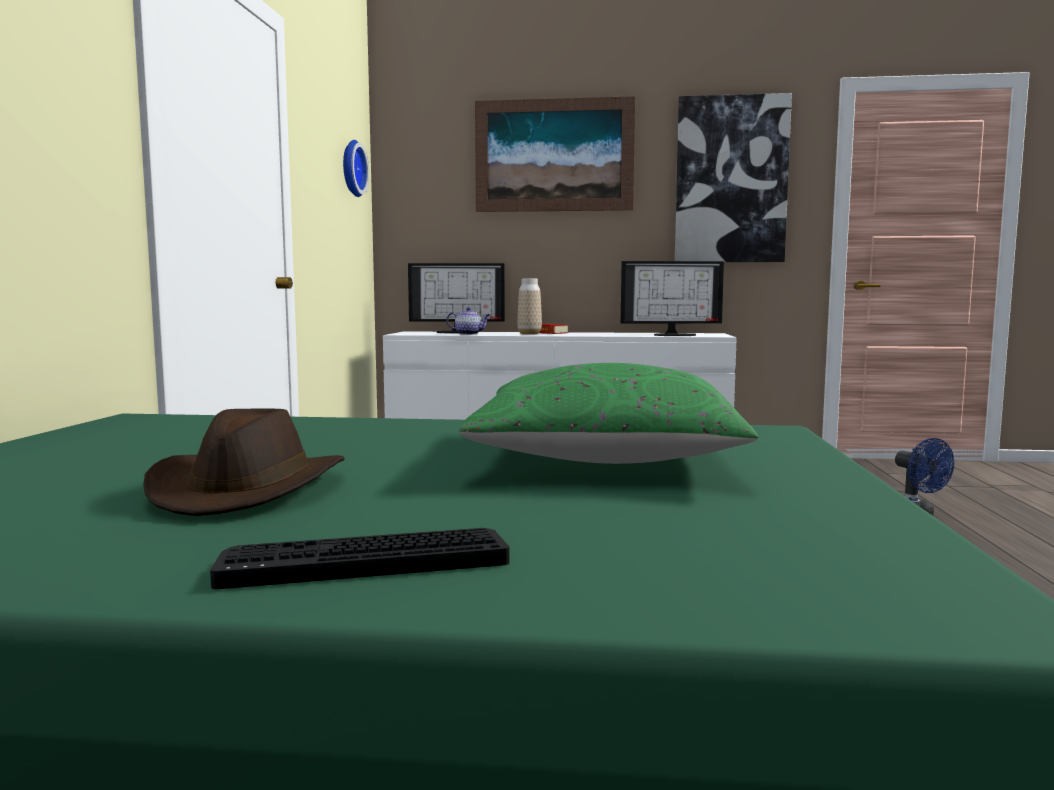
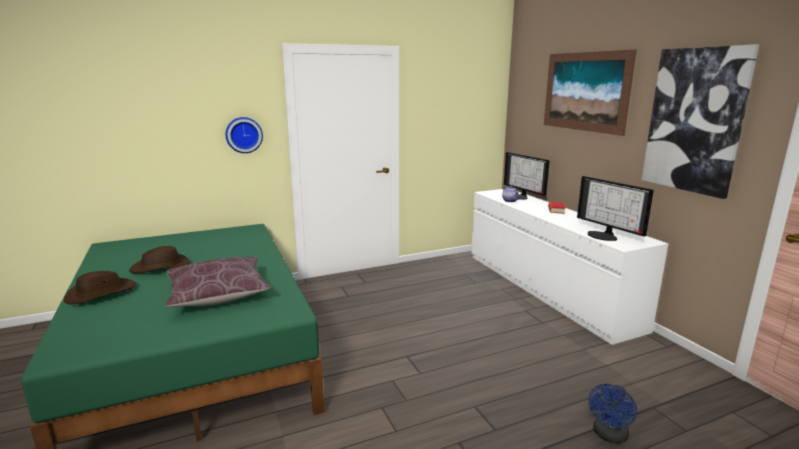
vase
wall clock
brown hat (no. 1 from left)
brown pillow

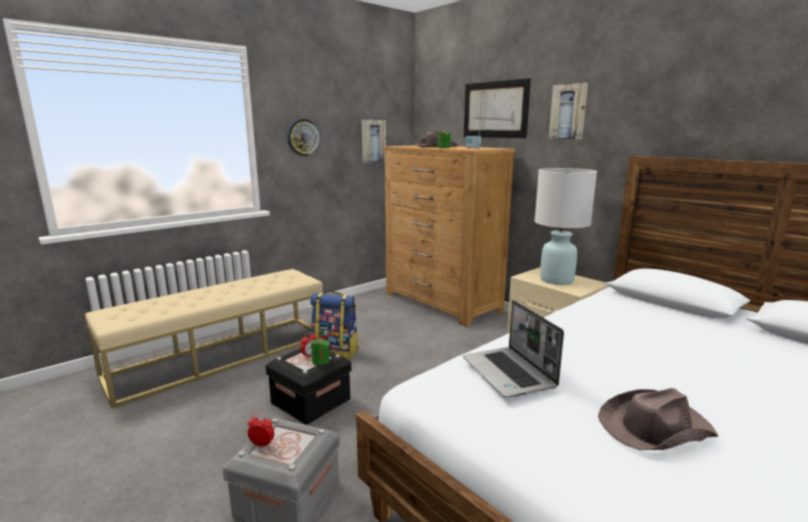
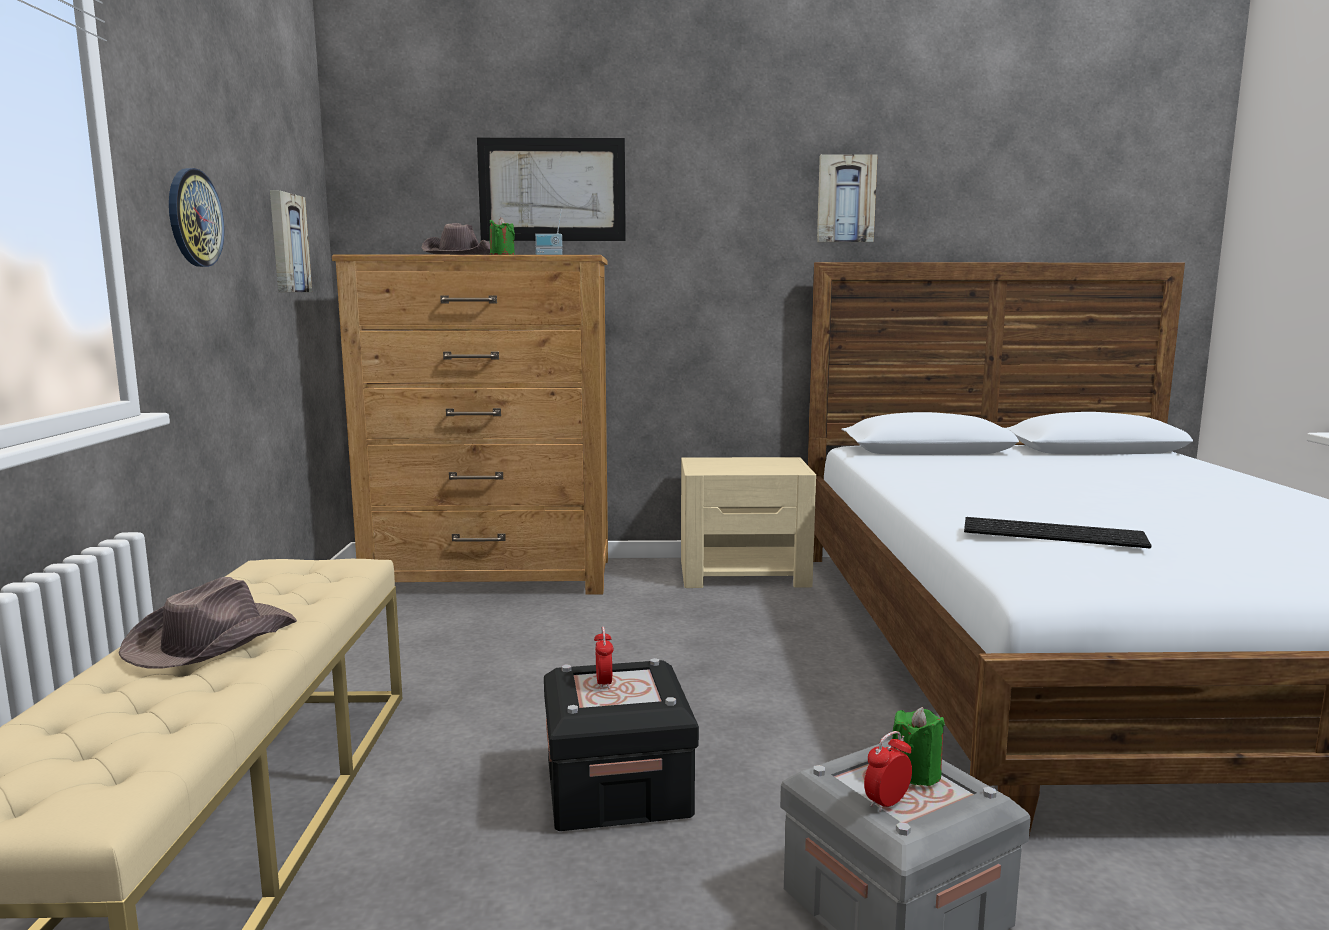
backpack
white table lamp
green candle (no. 2 from left)
picture (no. 3 from left)
brown hat (no. 1 from left)
keyboard

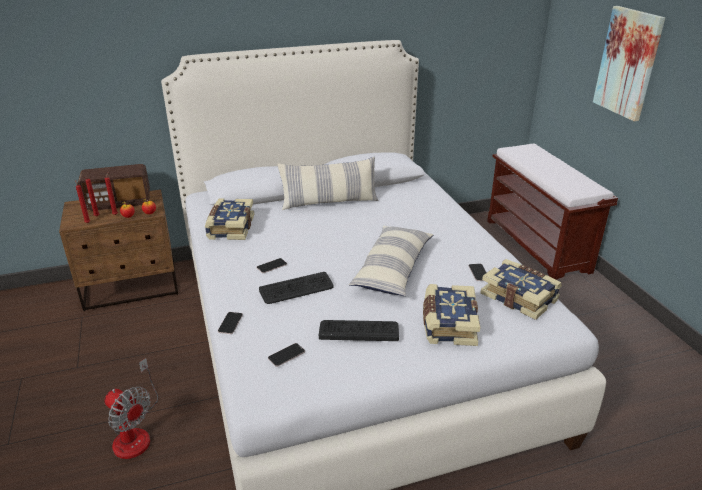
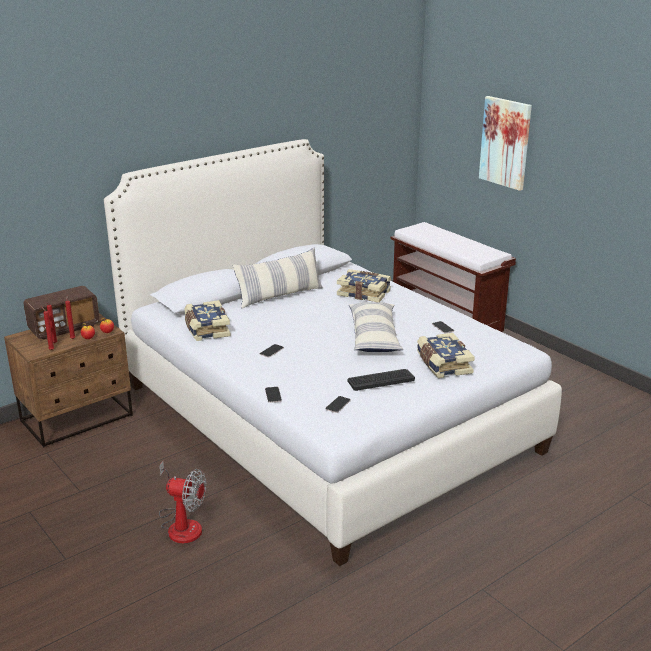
keyboard (no. 1 from left in the first image)
book (no. 2 from left)

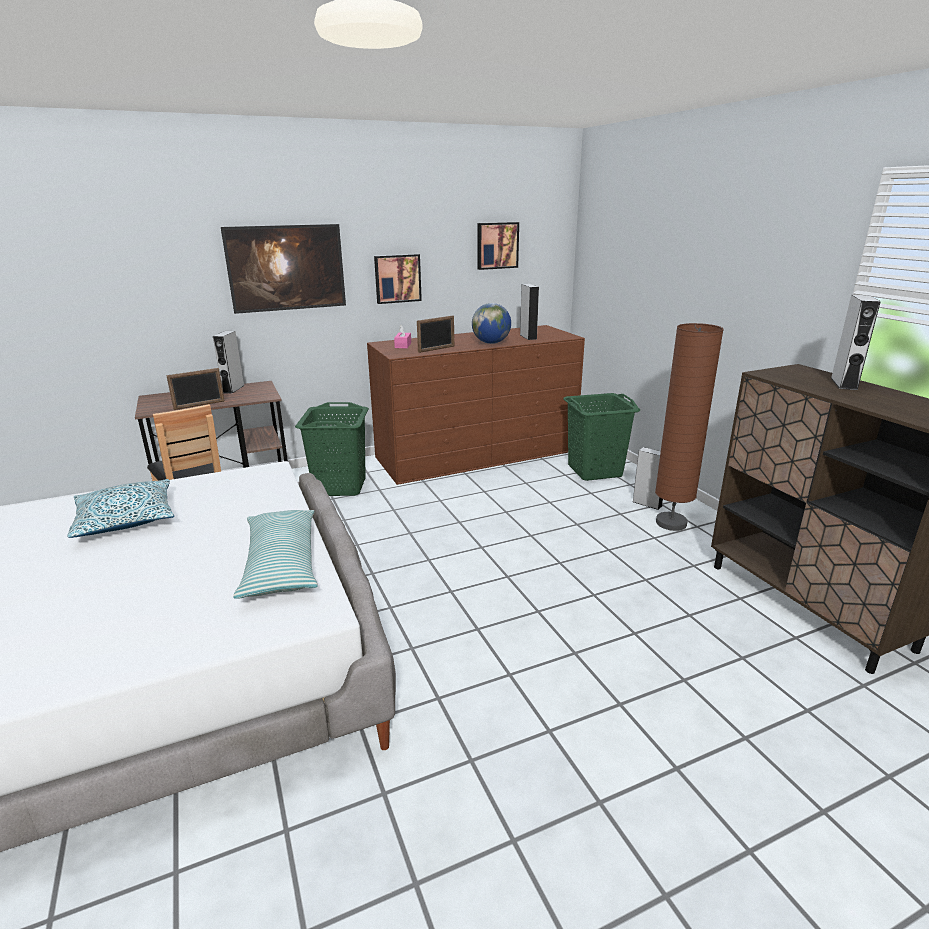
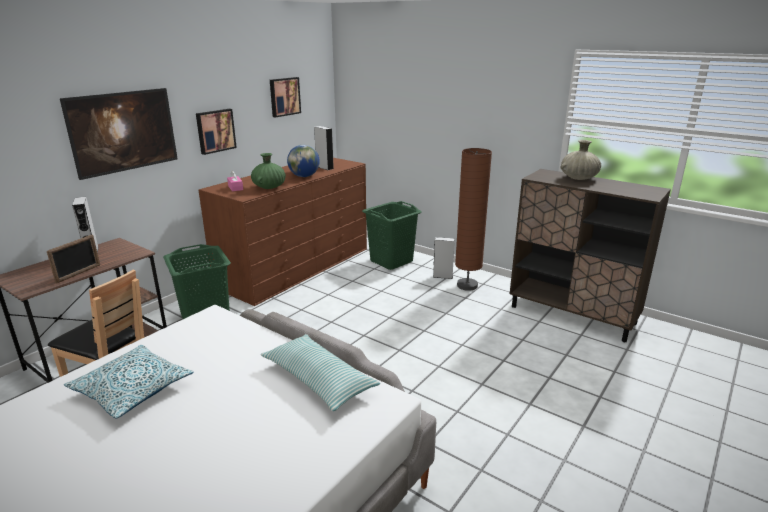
green vase
beige vase

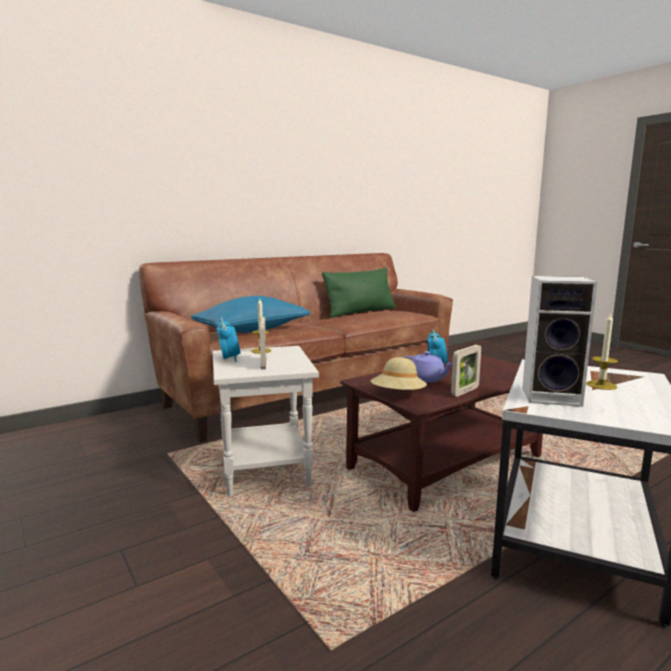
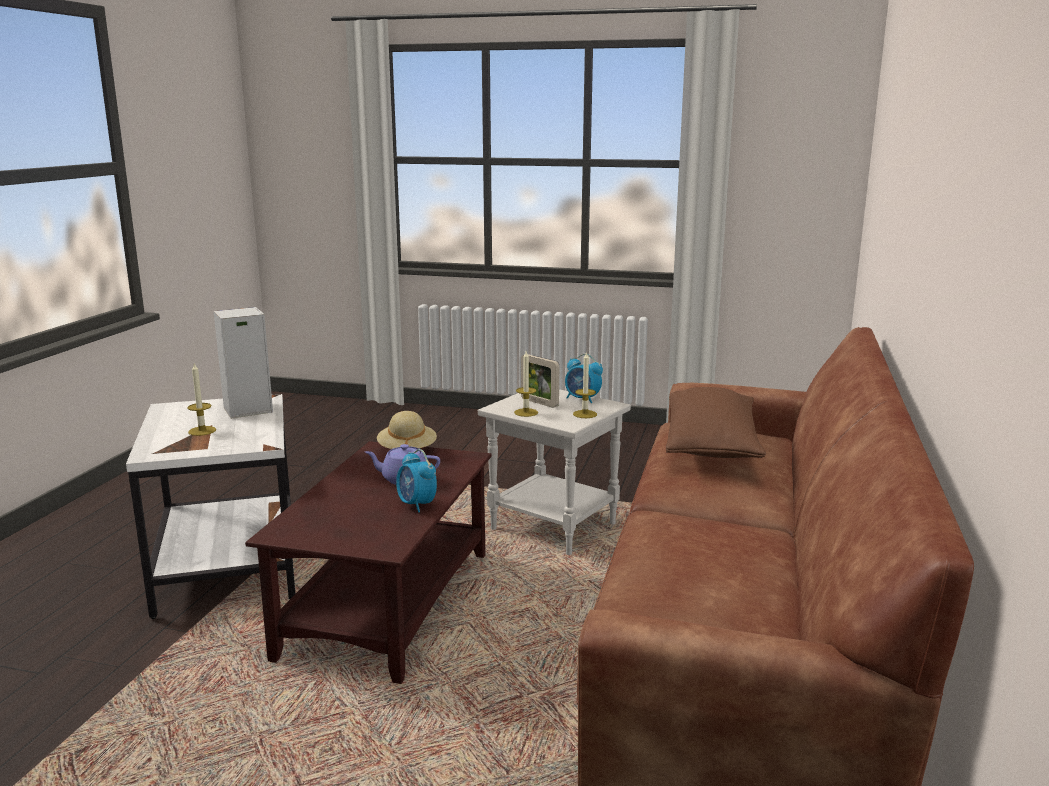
green pillow
picture frame (no. 2 from left in the first image)
candle (no. 2 from left)
brown pillow

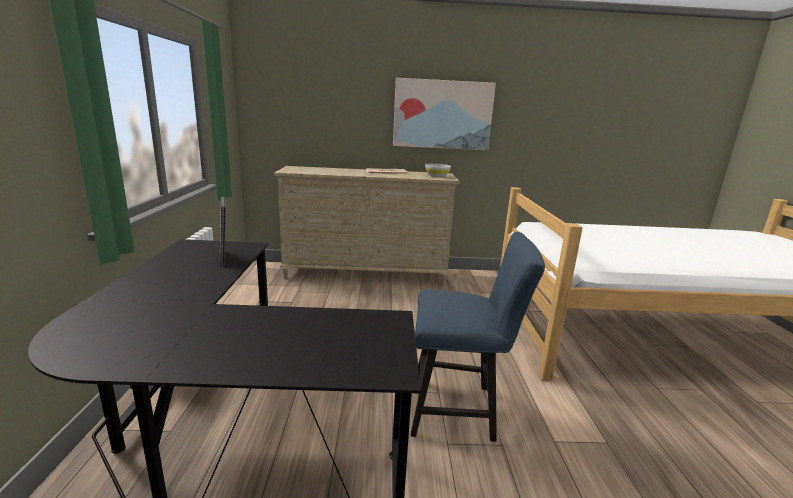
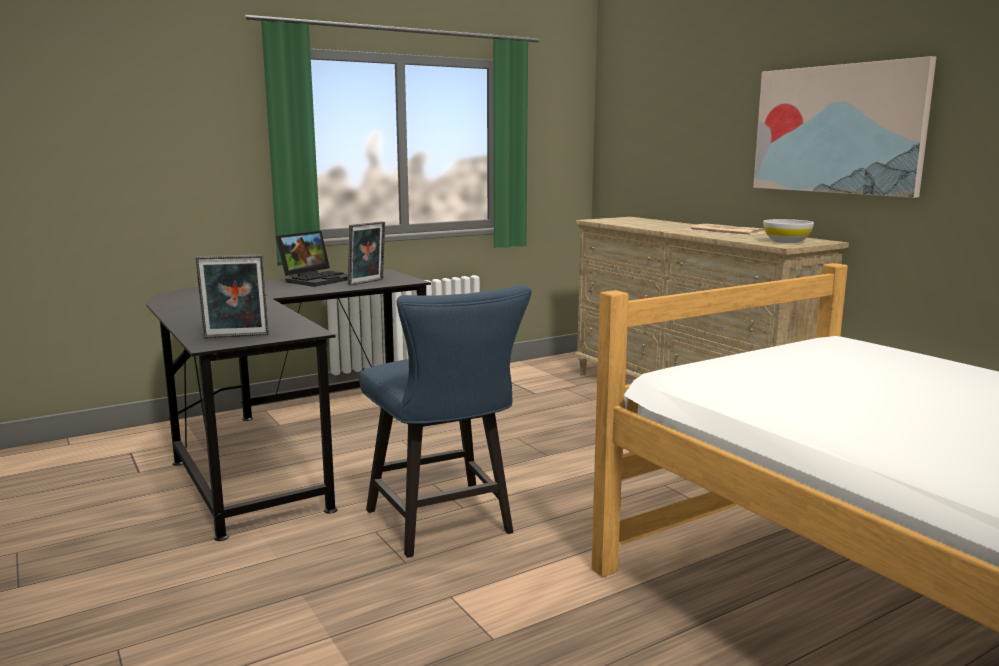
picture frame (no. 1 from left)
laptop

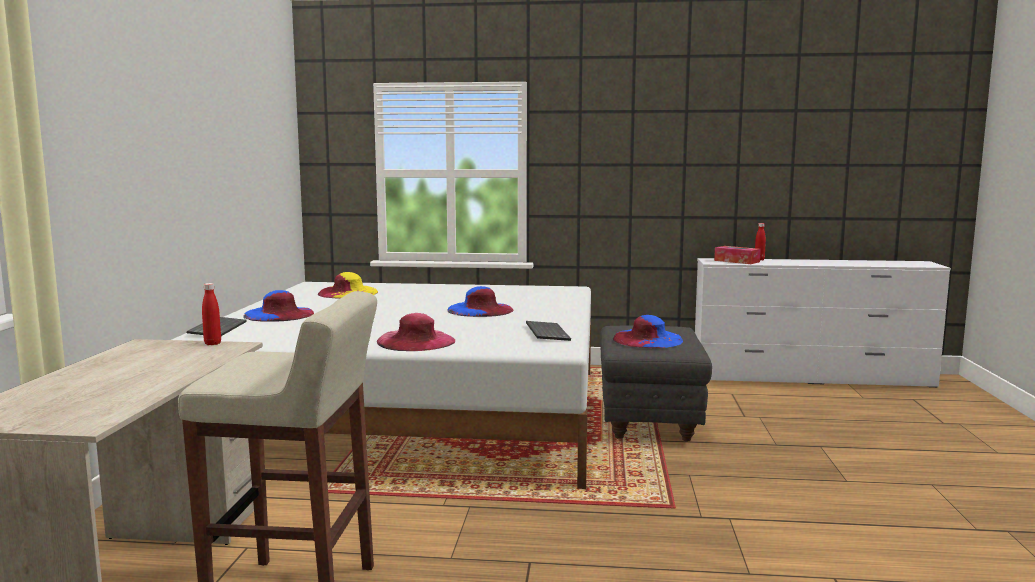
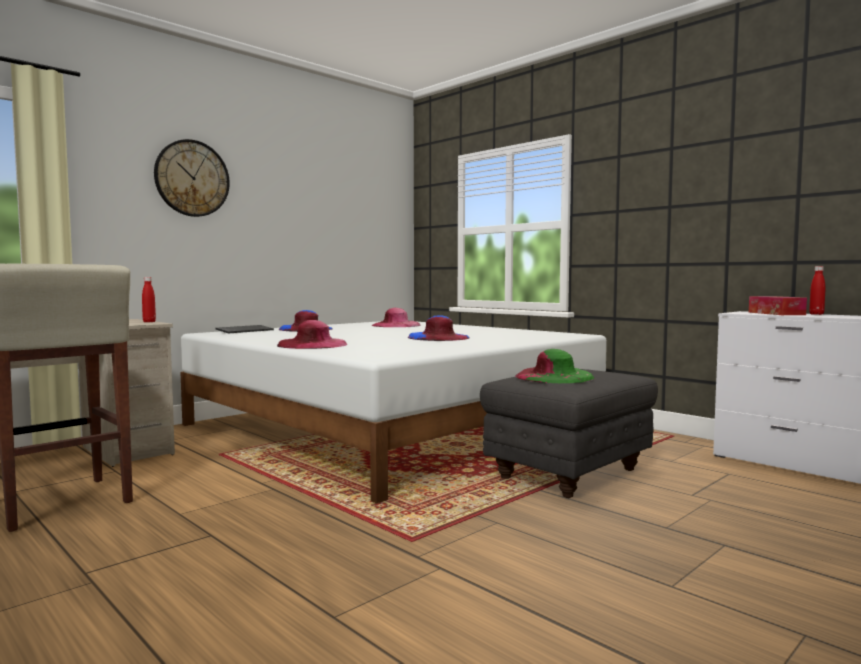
keyboard (no. 2 from left in the first image)
wall clock
pink hat (no. 2 from left)
green hat

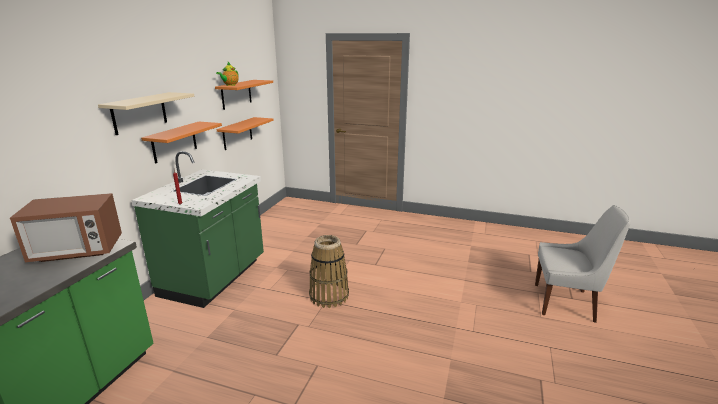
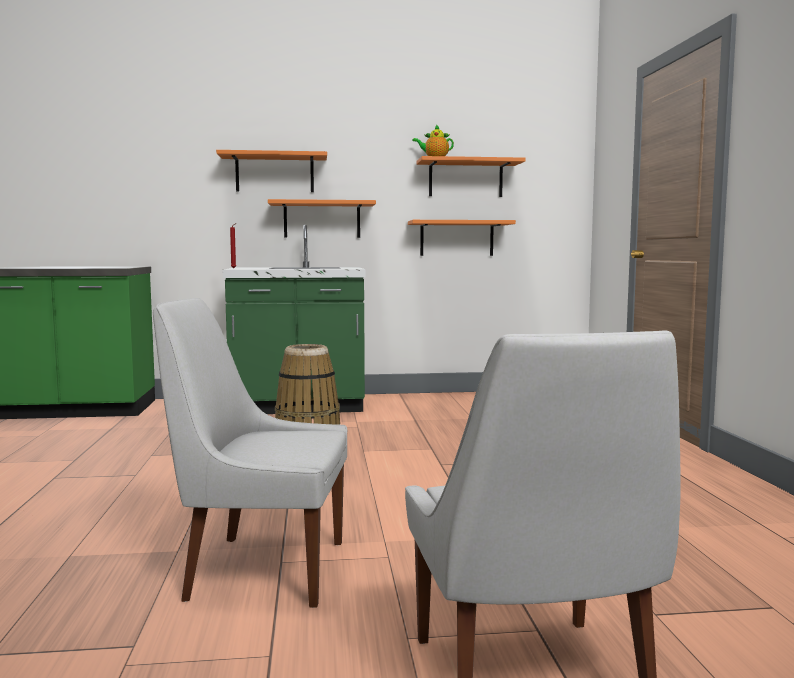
microwave
white chair (no. 1 from left)
orange shelf (no. 1 from left)

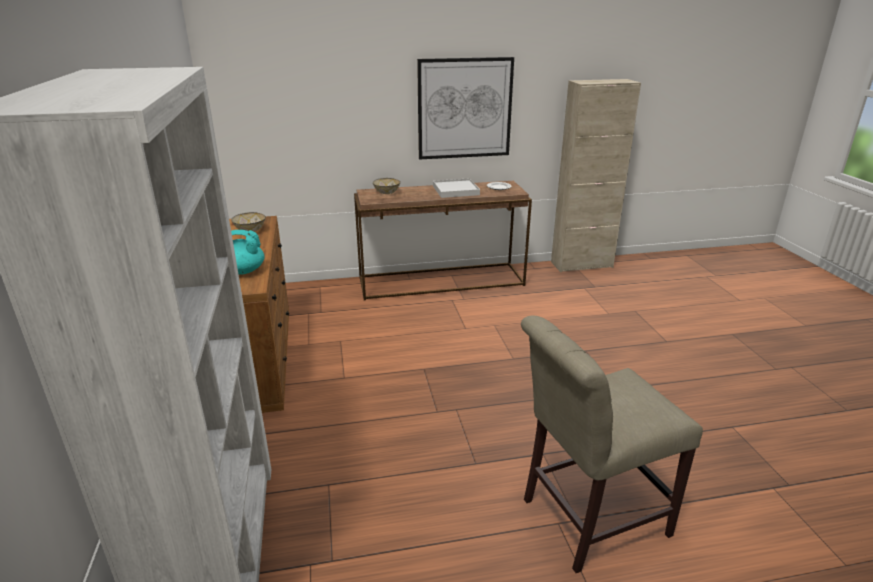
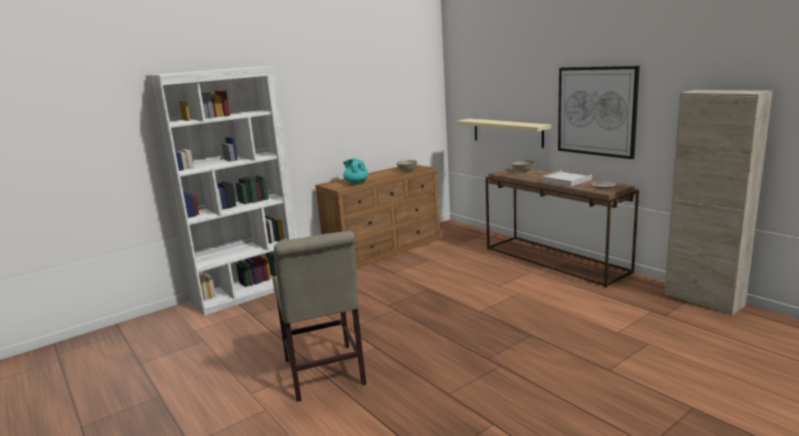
beige shelf
beige chair

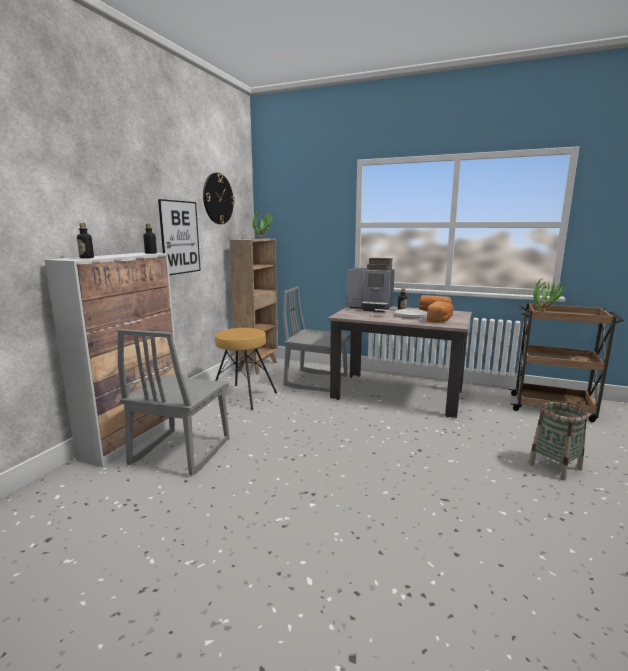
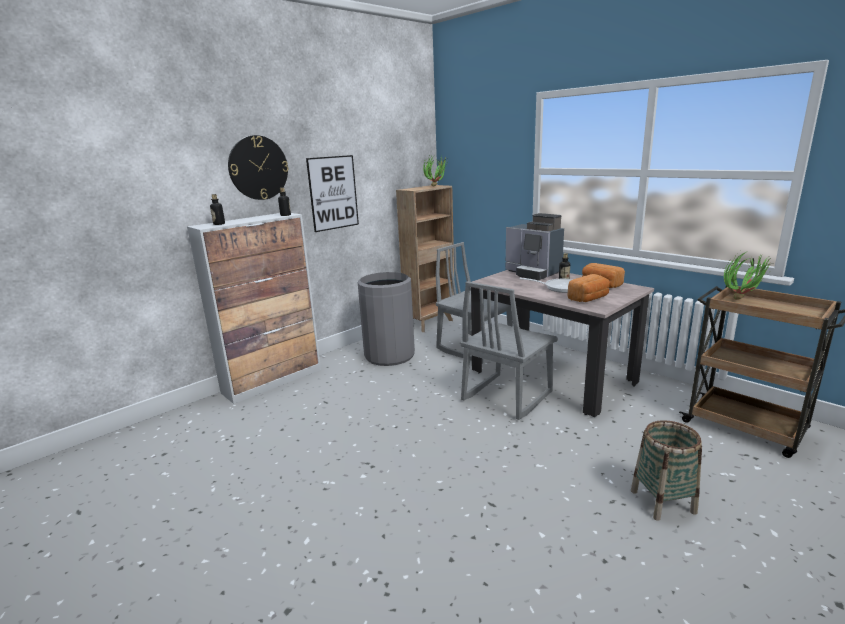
grey chair (no. 2 from left)
wall clock
grey trash can

